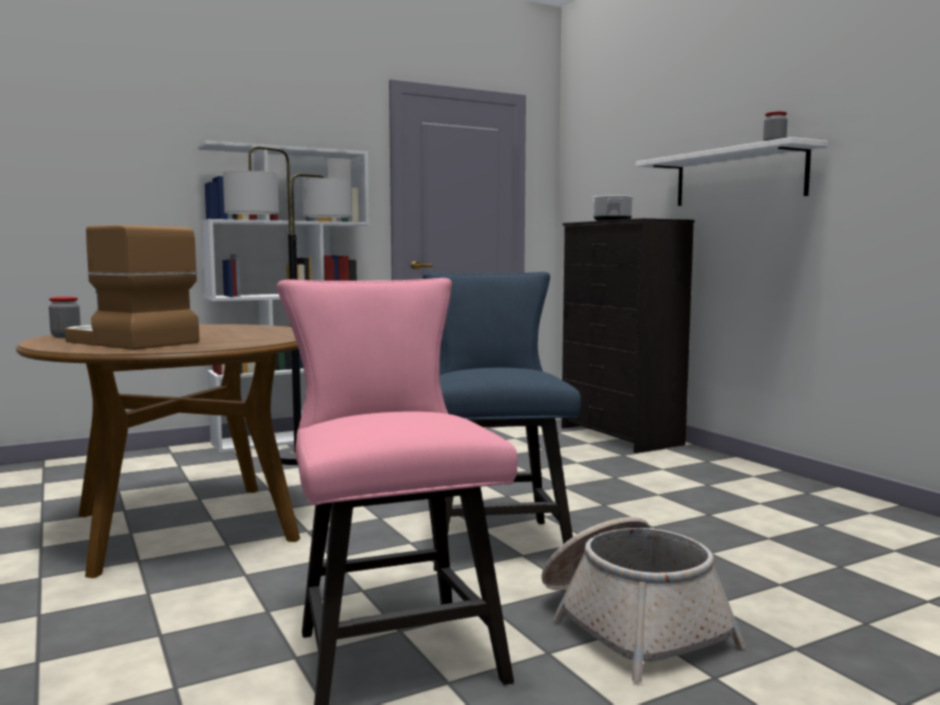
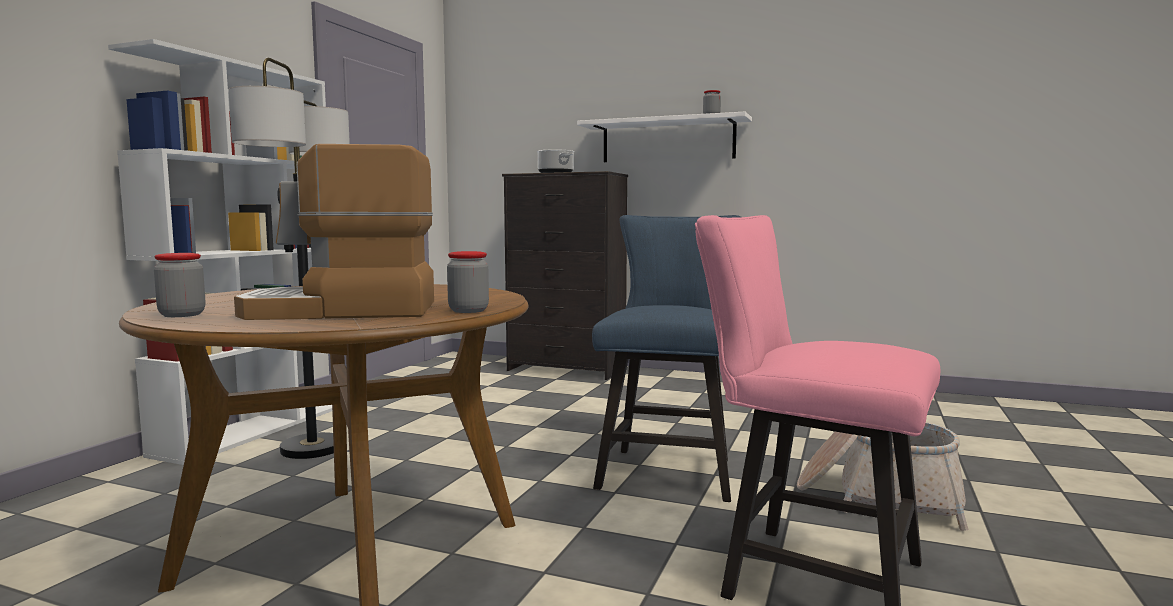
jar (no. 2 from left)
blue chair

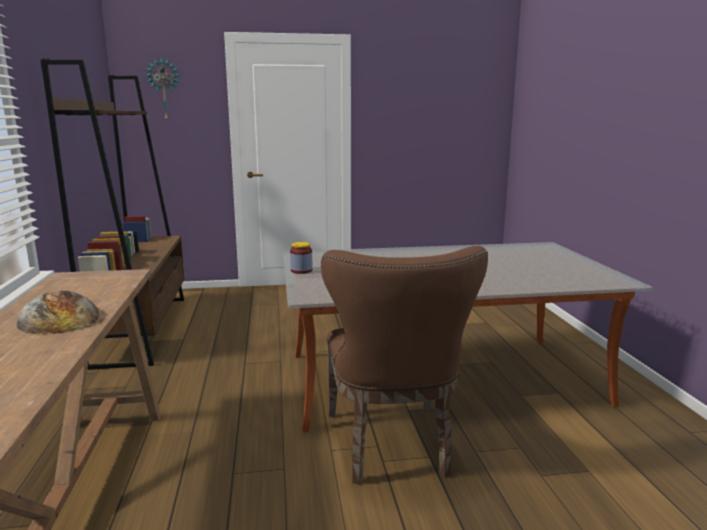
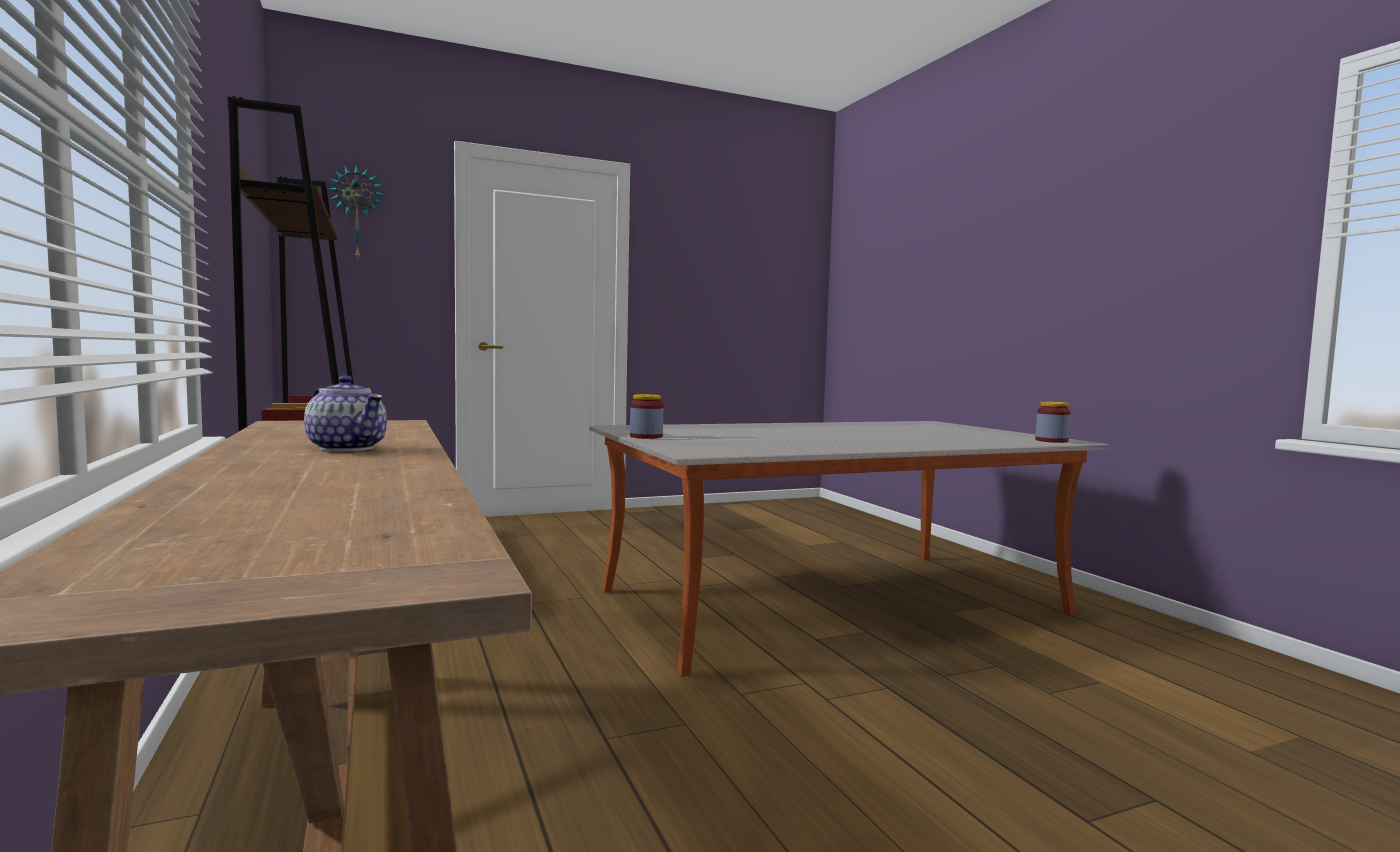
brown chair
jar (no. 2 from left)
teapot

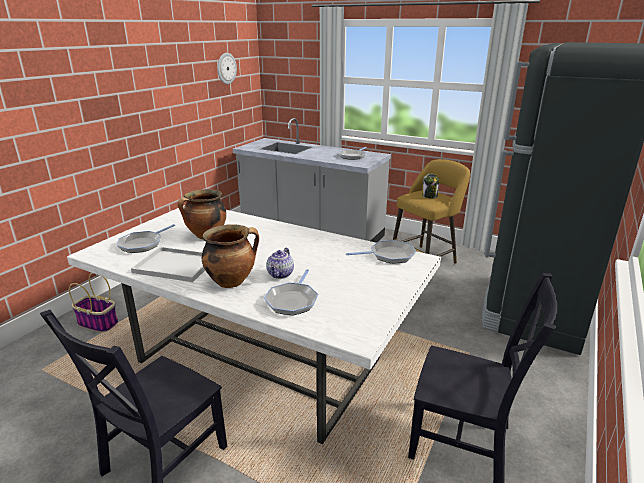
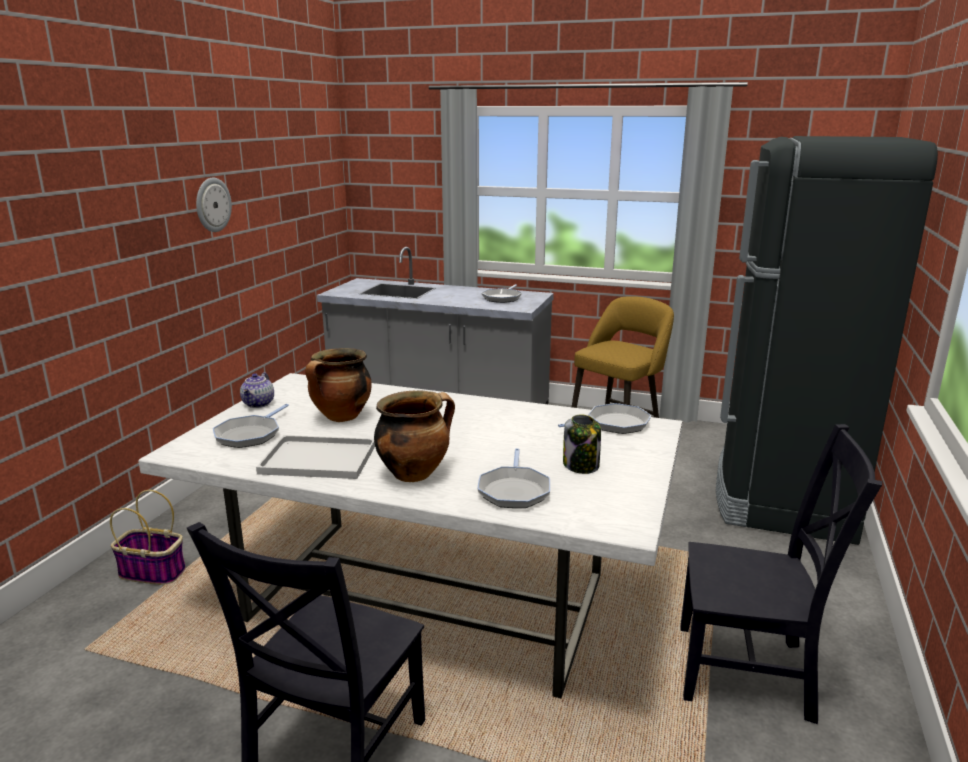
wall clock
teapot
jar

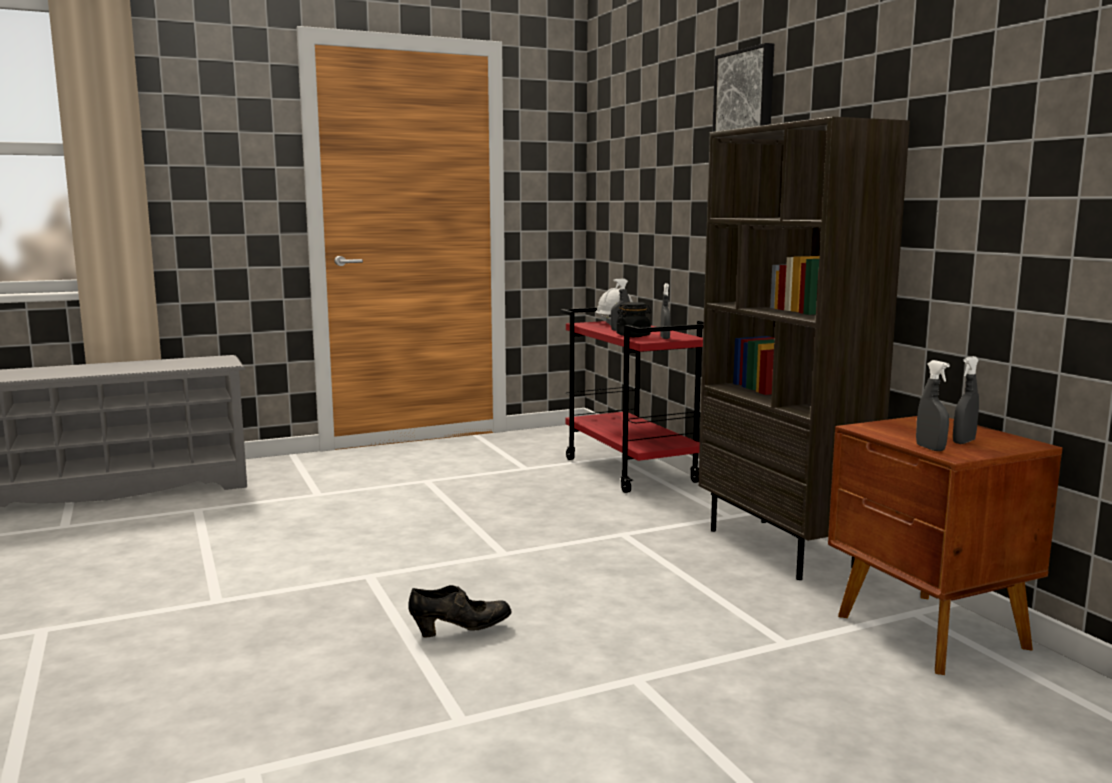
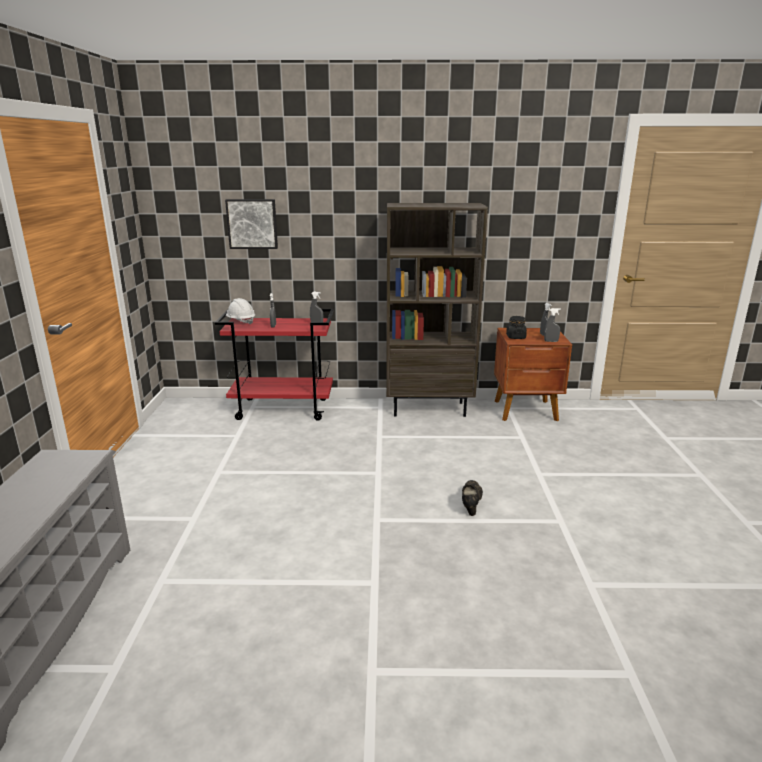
black jar
picture

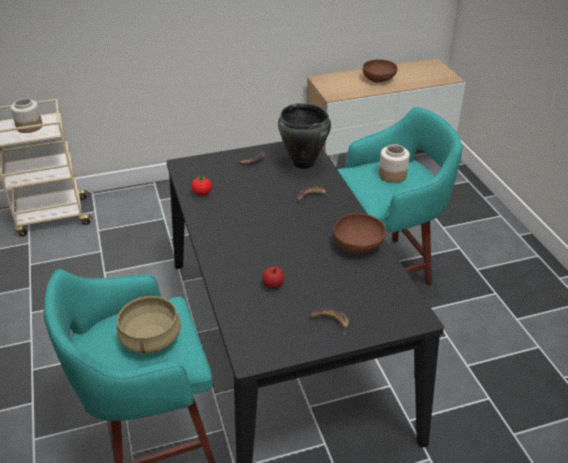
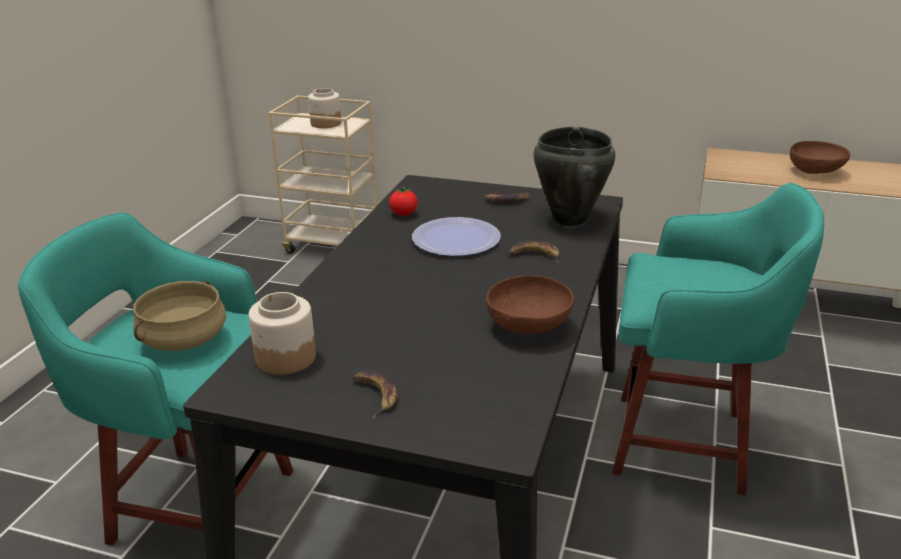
apple
plate
jar (no. 1 from left)

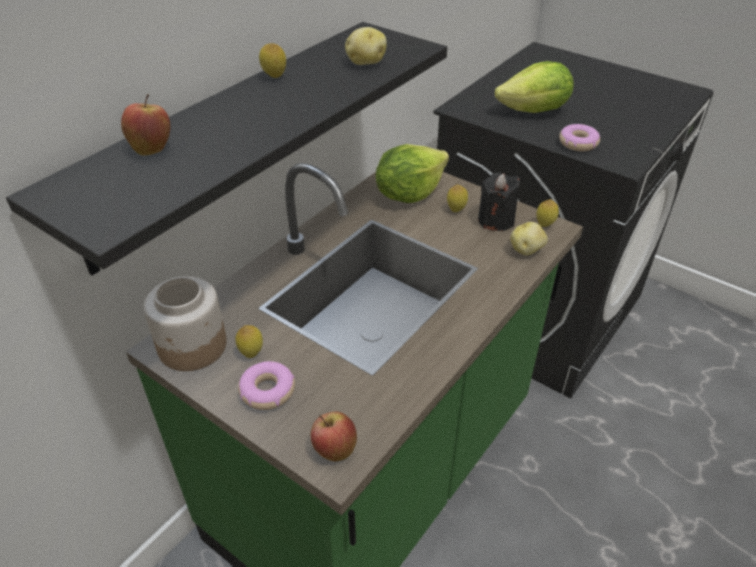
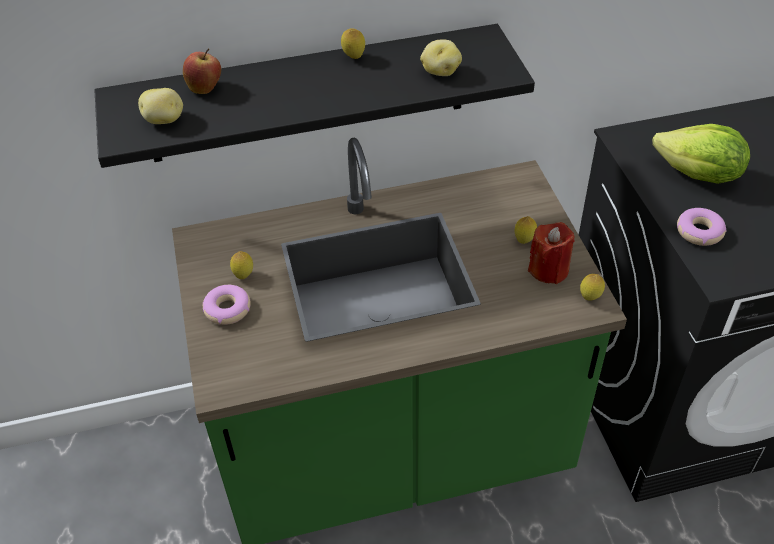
jar
apple (no. 2 from left in the first image)
lettuce (no. 1 from left in the first image)
potato (no. 1 from left)
red candle

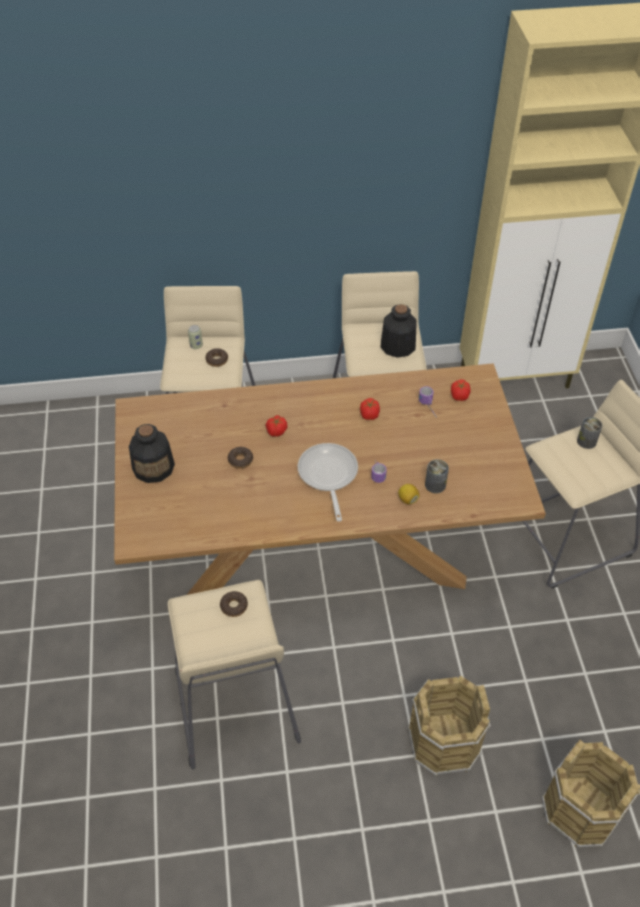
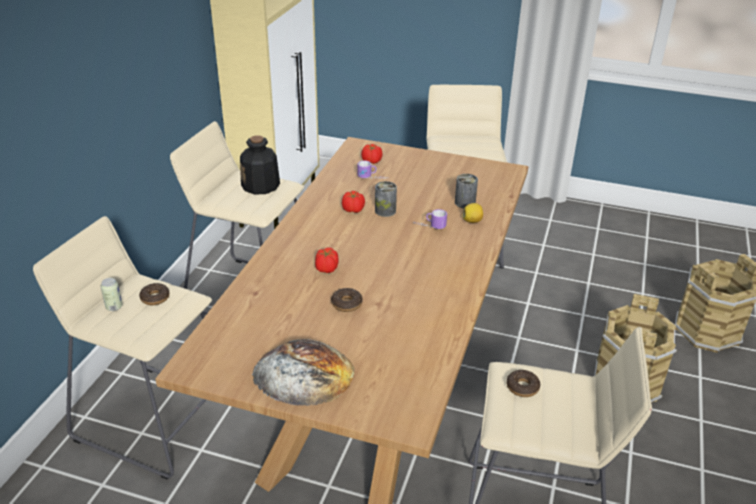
frying pan
can (no. 2 from left)
bread

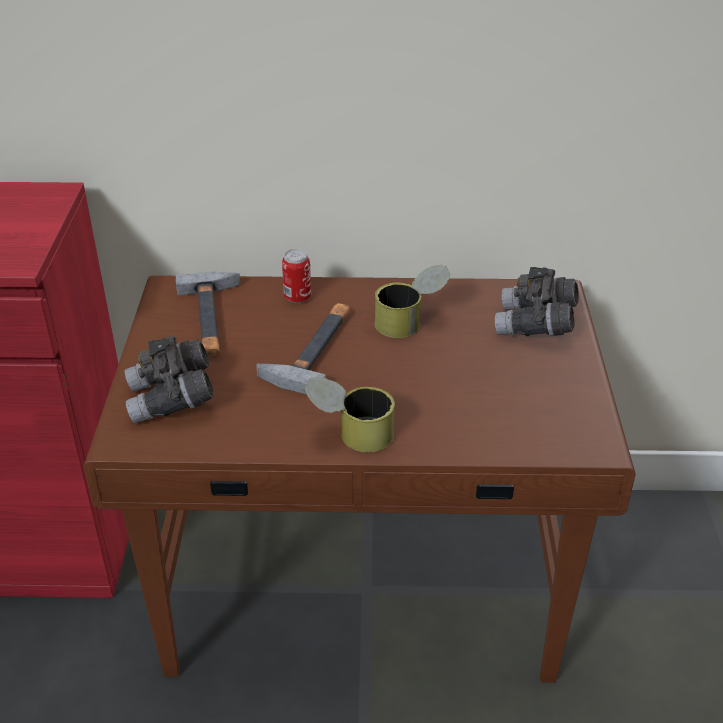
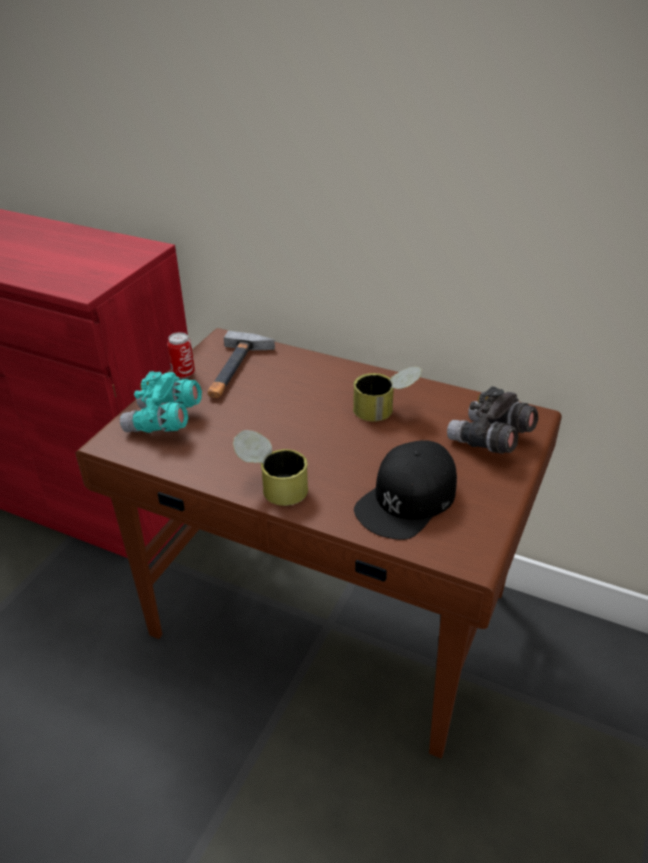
hammer (no. 2 from left in the first image)
black cap
can (no. 1 from left)
turquoise binoculars

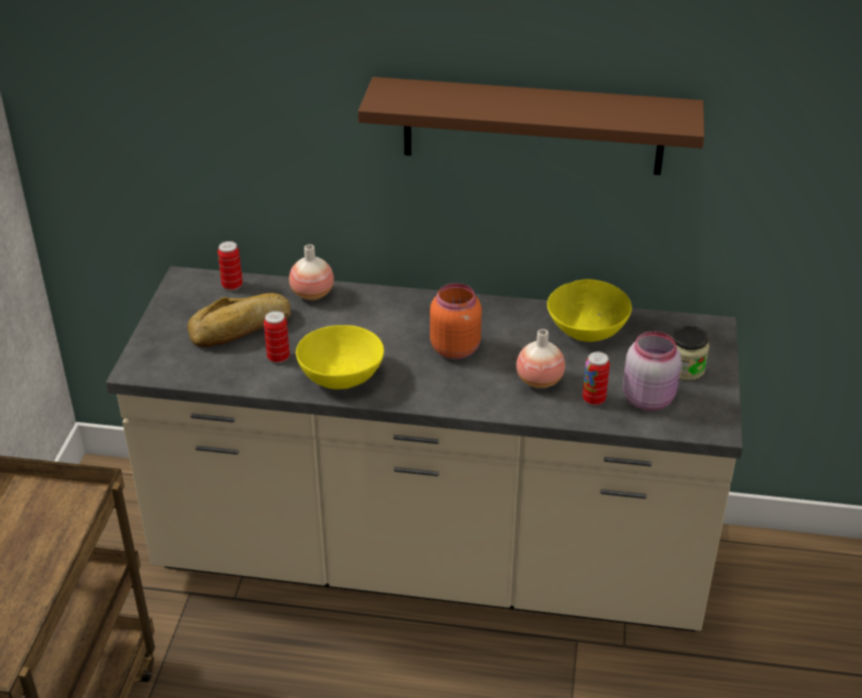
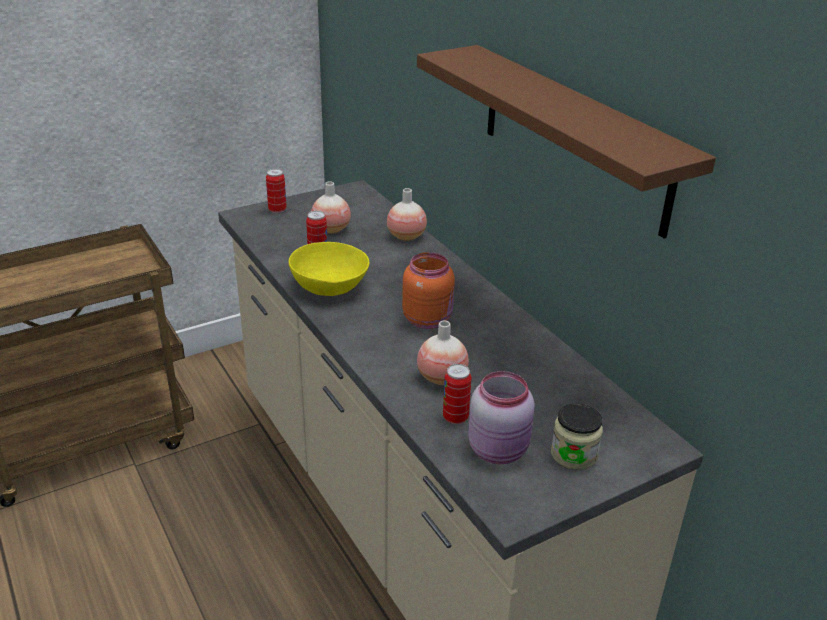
yellow bowl (no. 2 from left in the first image)
can (no. 1 from left)
vase (no. 1 from left)

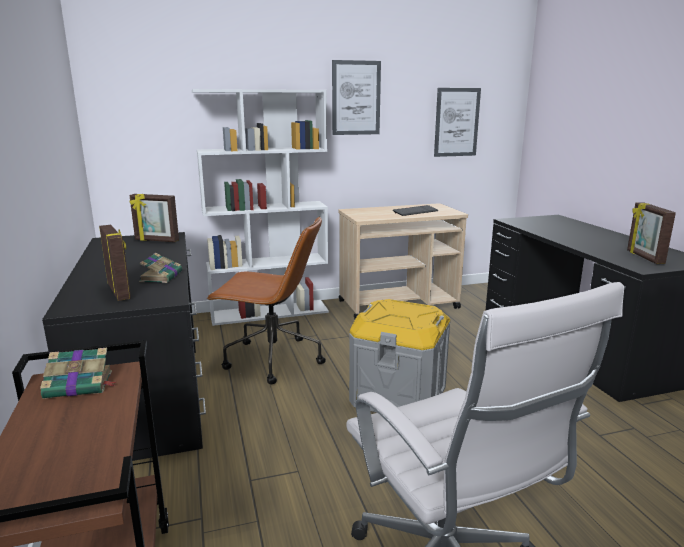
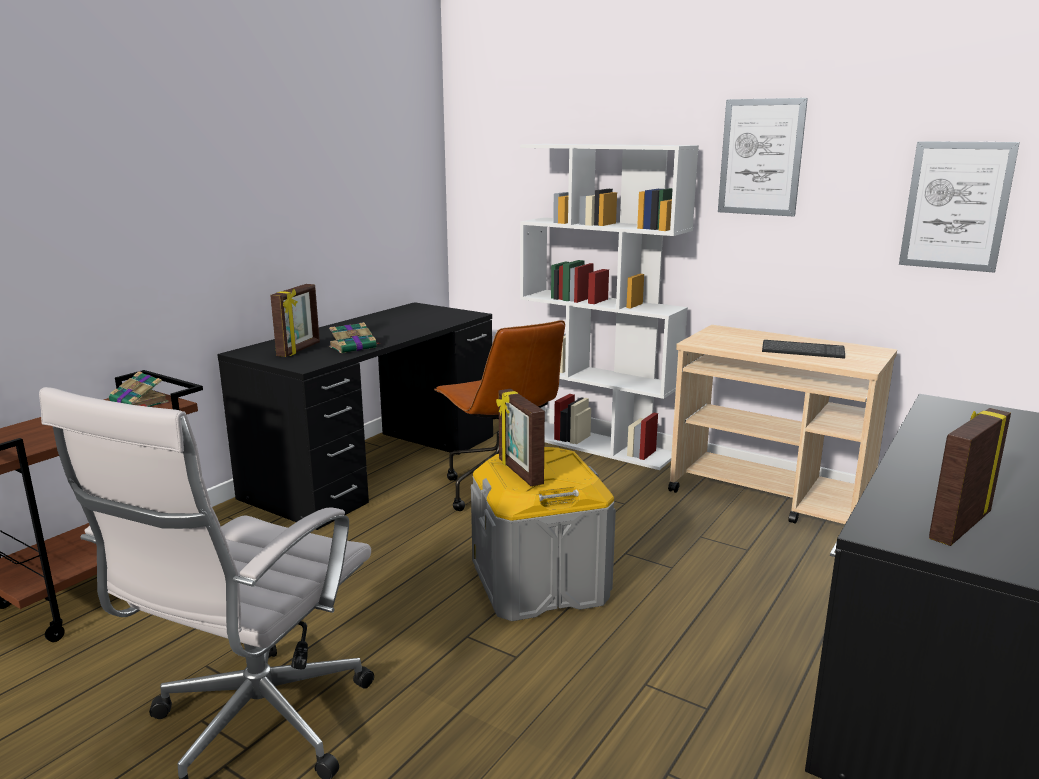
picture frame (no. 2 from left)

